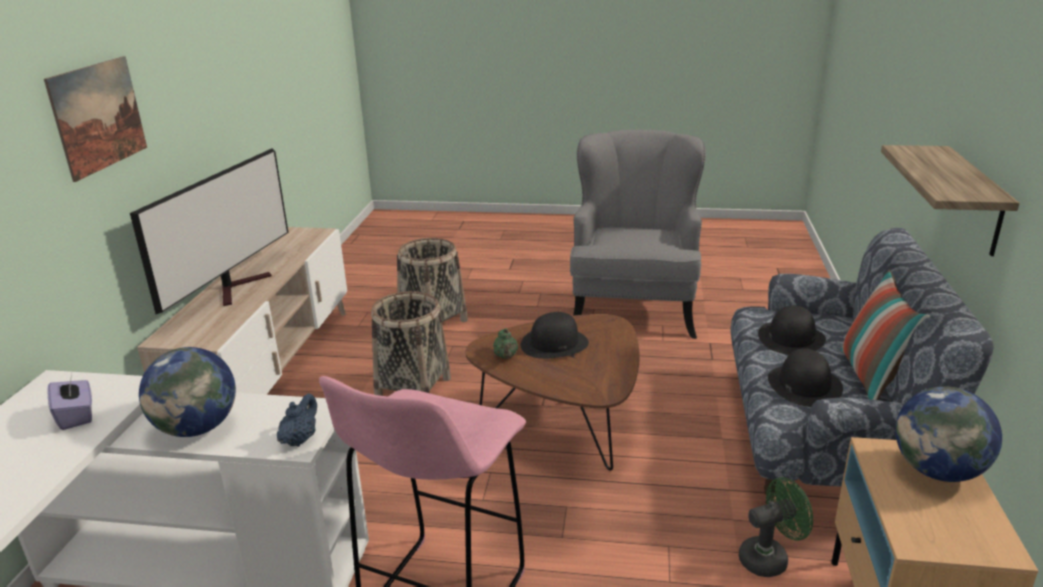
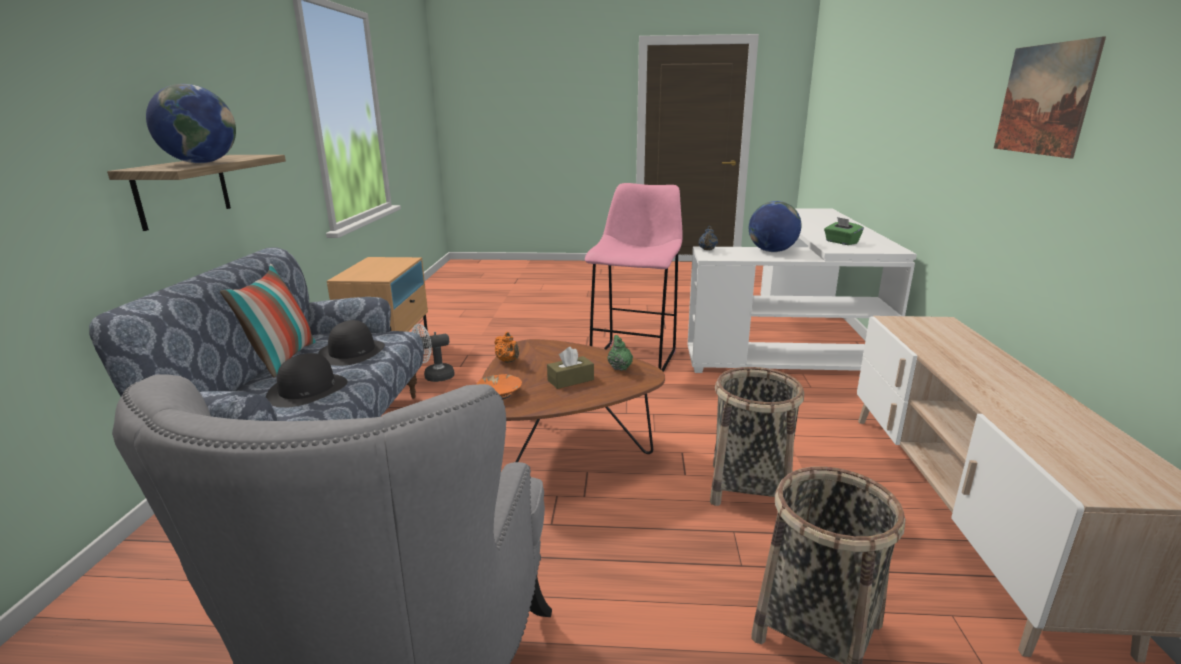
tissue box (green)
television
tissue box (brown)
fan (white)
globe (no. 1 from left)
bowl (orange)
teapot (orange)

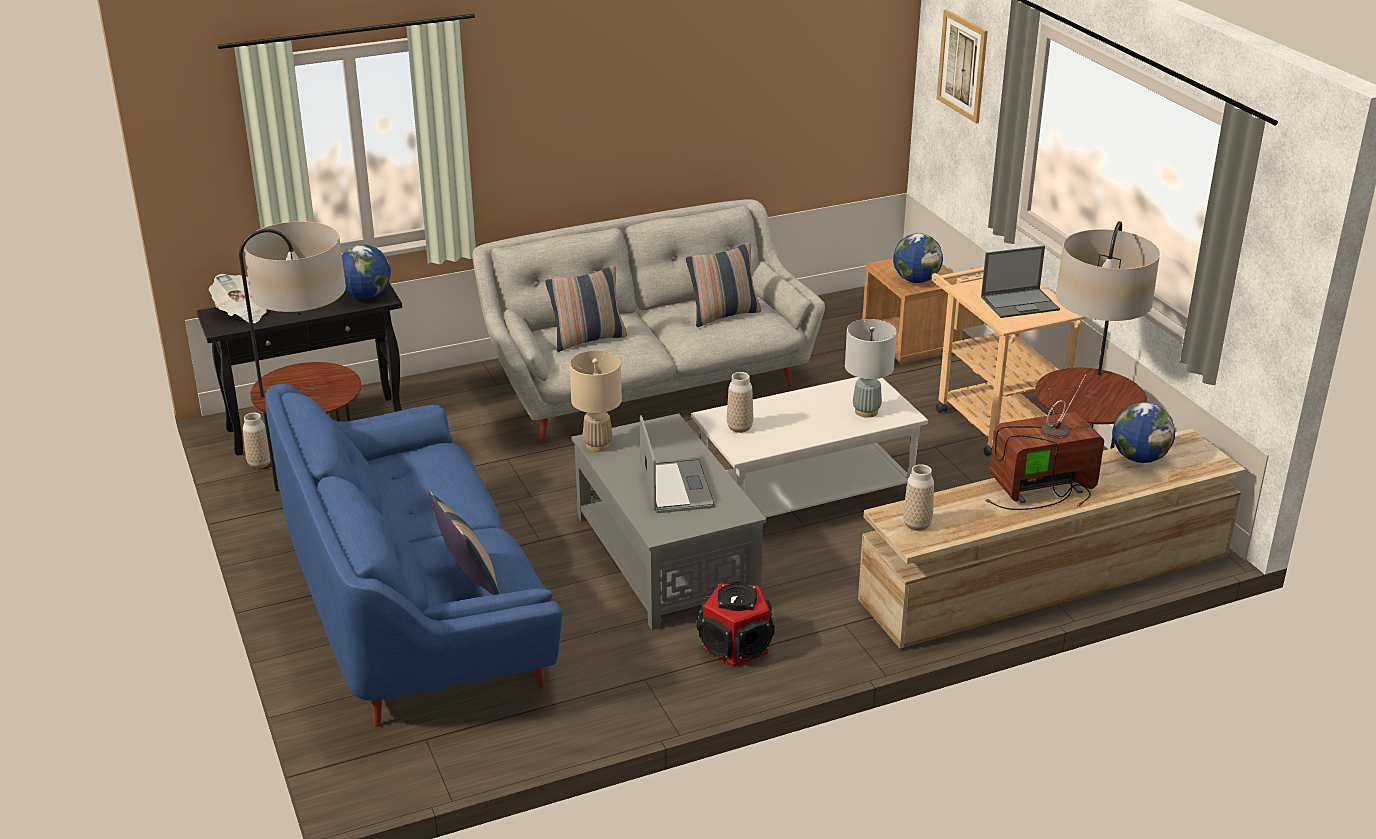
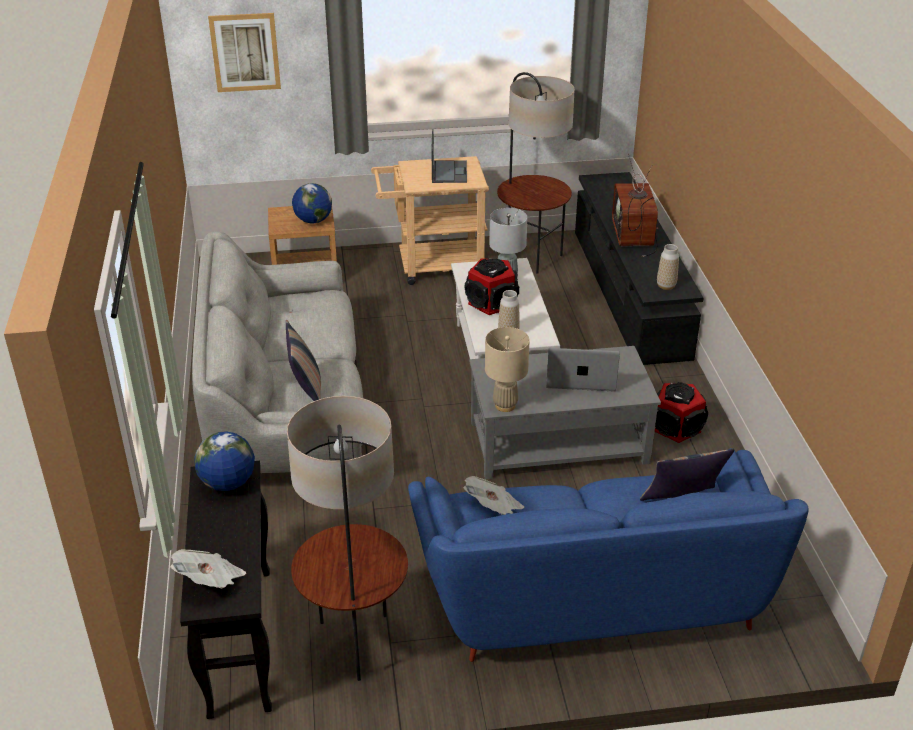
vase (no. 1 from left in the first image)
pillow (no. 3 from left in the first image)
tv stand (black)
globe (no. 3 from left in the first image)
newspaper (no. 2 from left)
speaker (no. 1 from left)

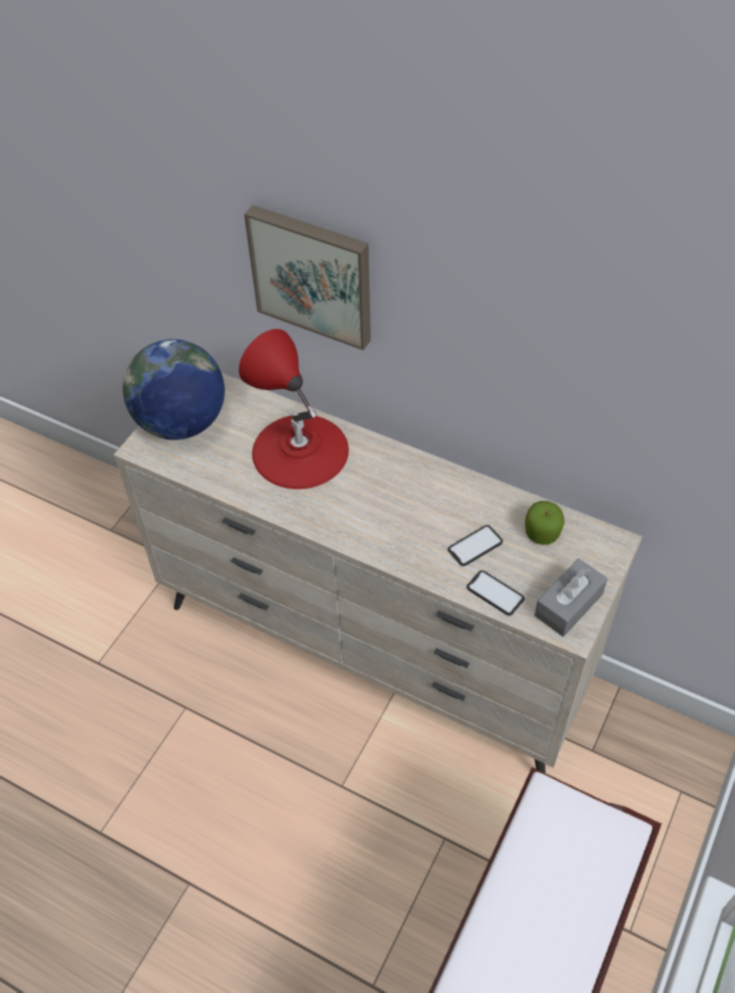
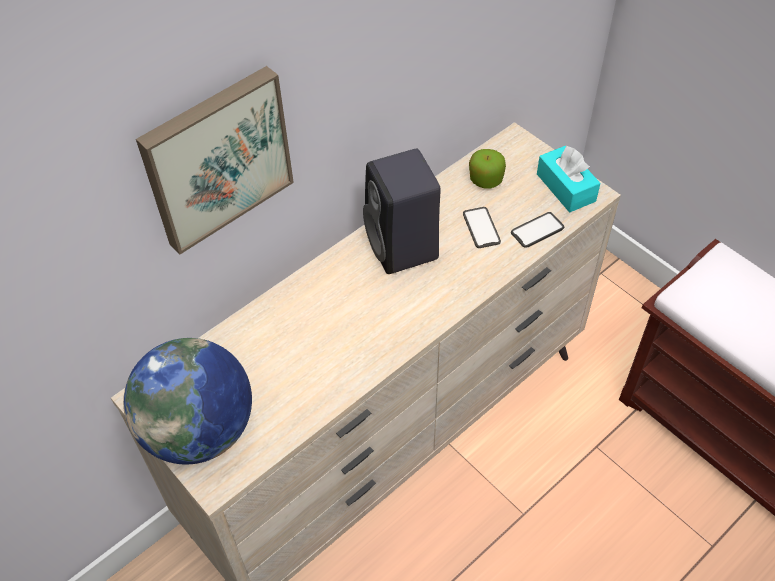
table lamp (red)
tissue box (turquoise)
speaker (black)

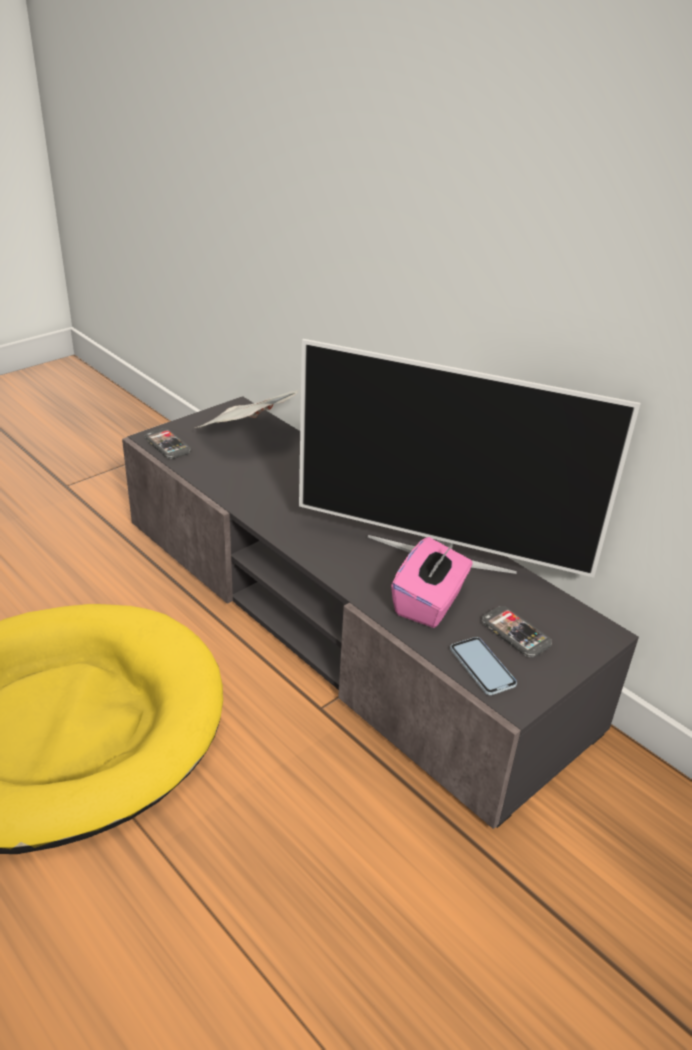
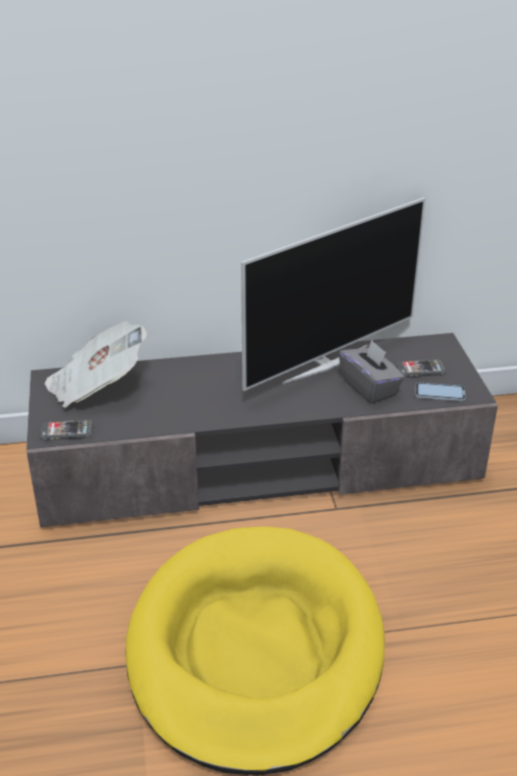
tissue box (grey)

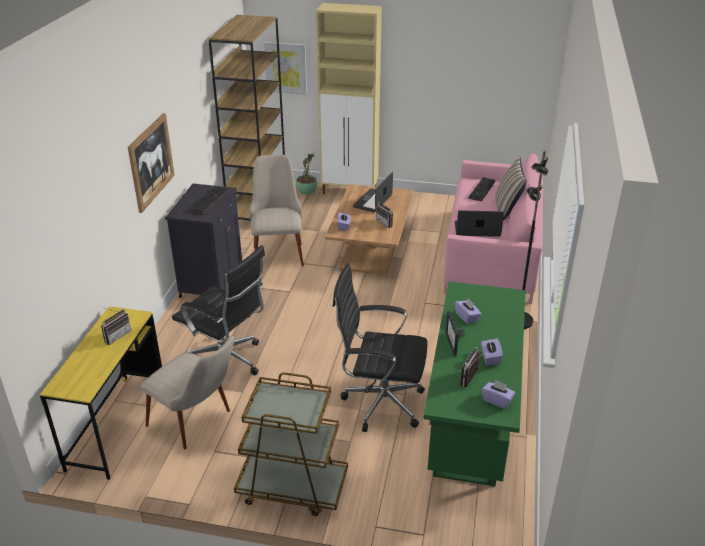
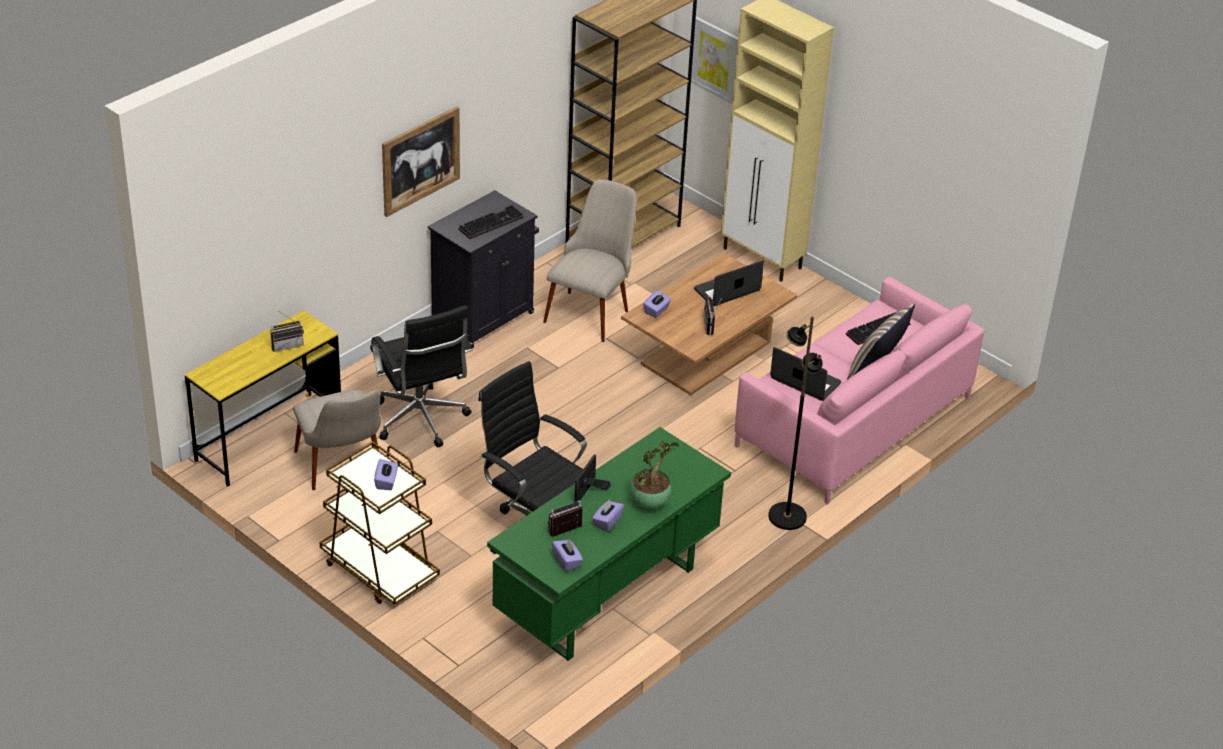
potted plant
tissue box (purple) (no. 1 from left)

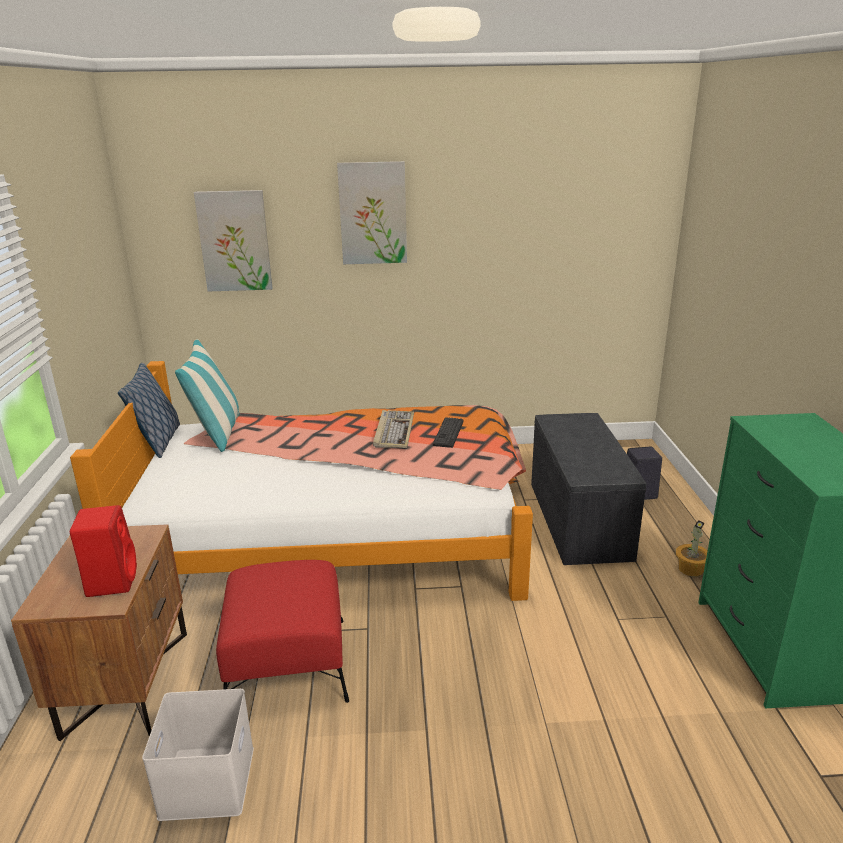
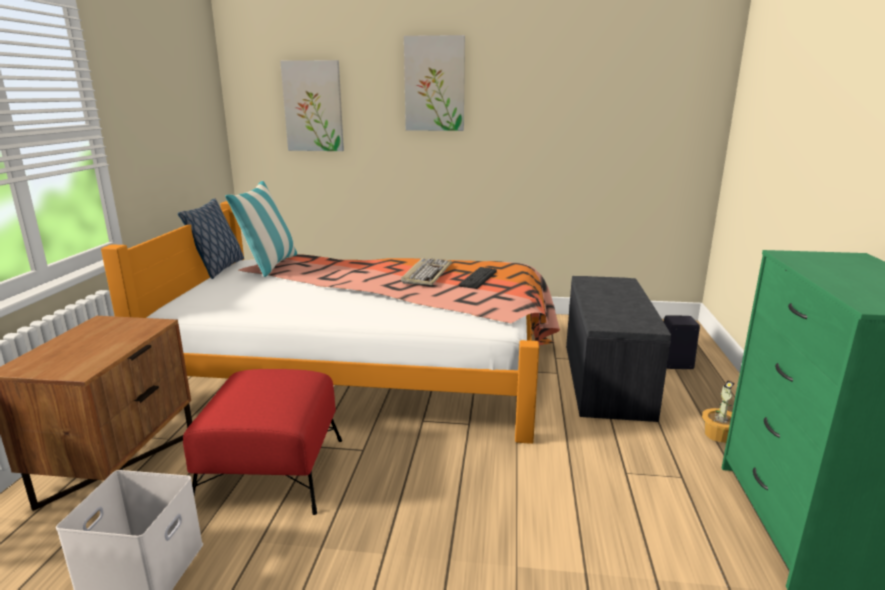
speaker (red)

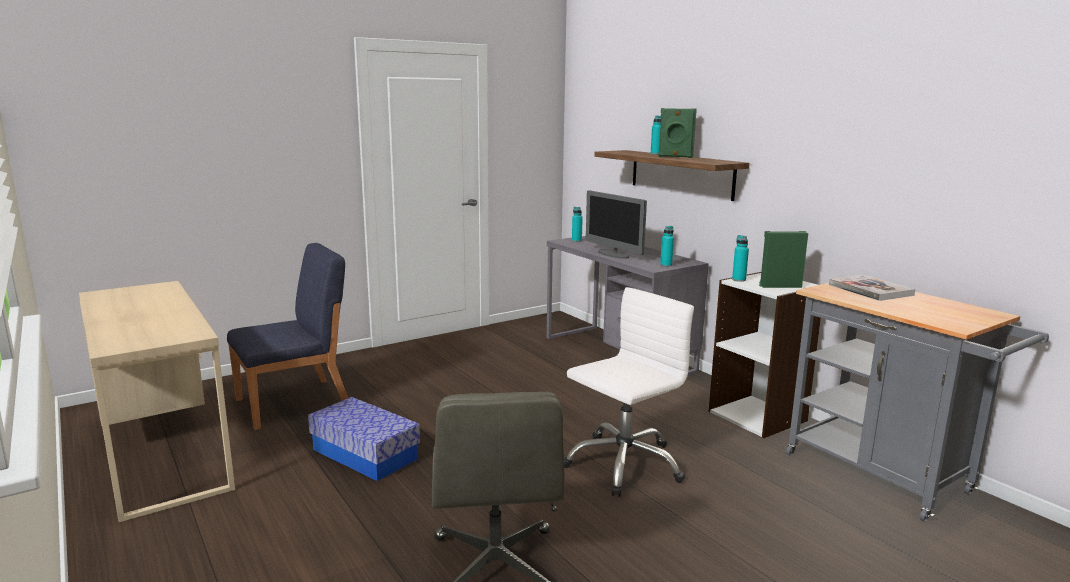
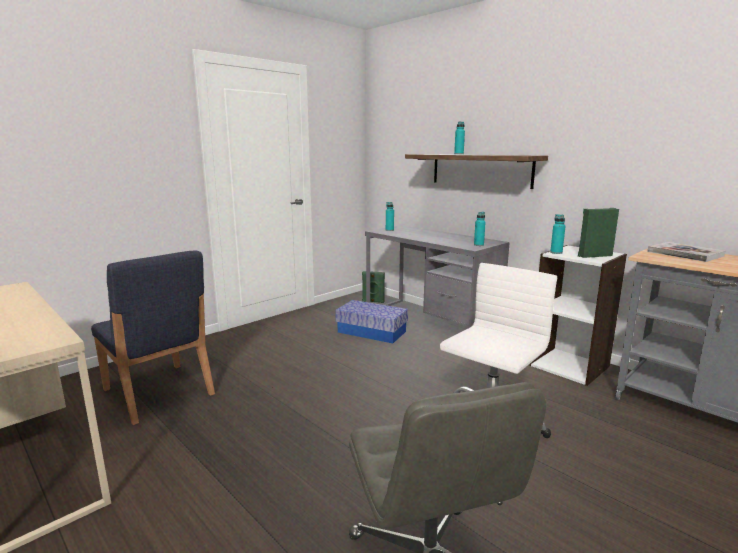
chair (blue)
storage box
monitor
speaker (green) (no. 1 from left)

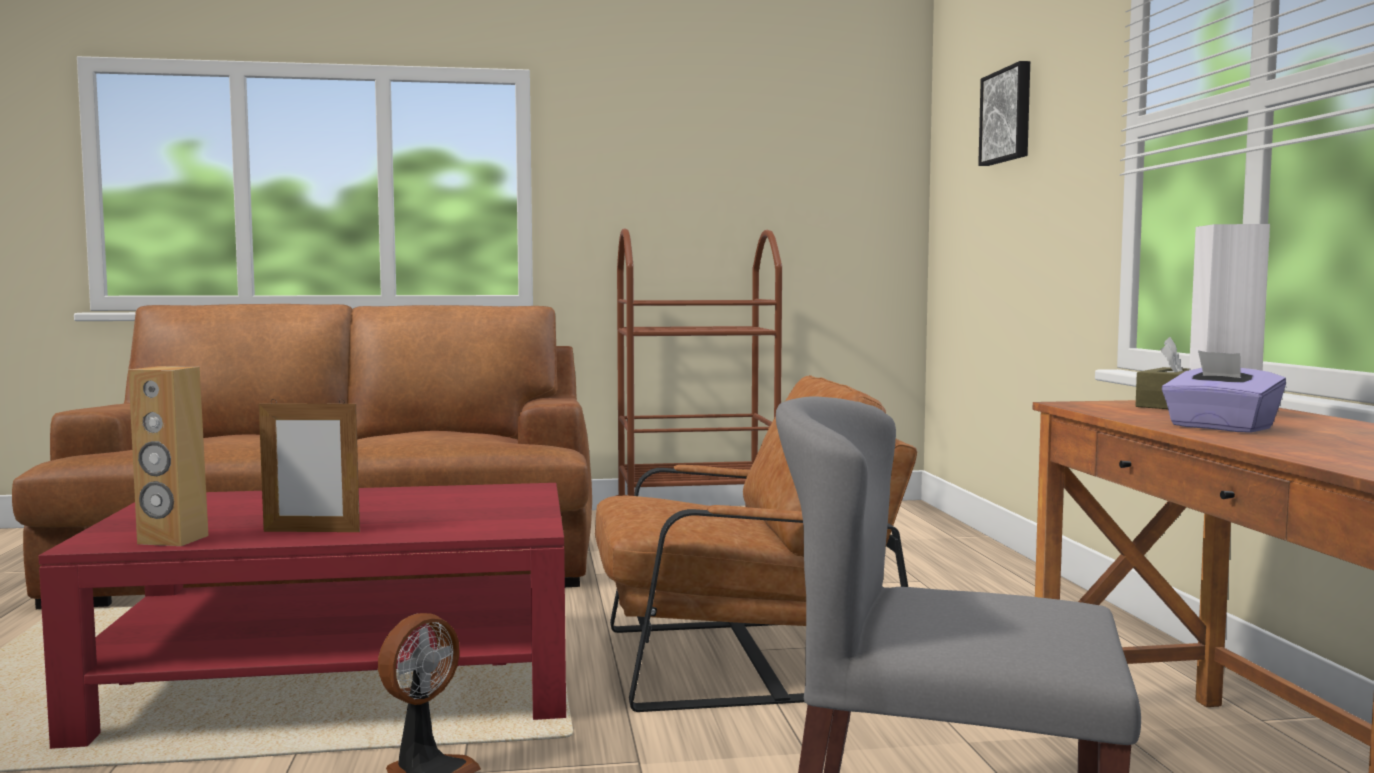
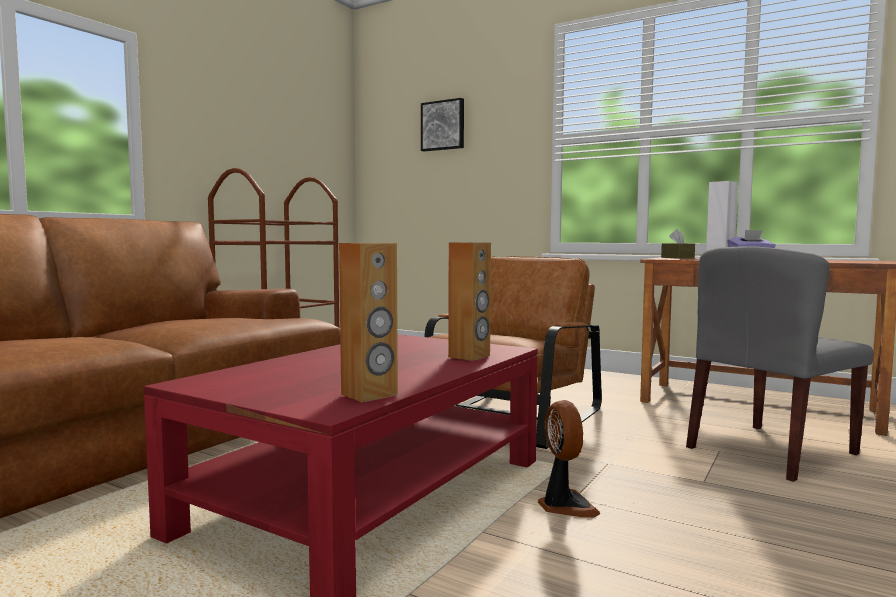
picture frame
speaker (brown) (no. 2 from left)

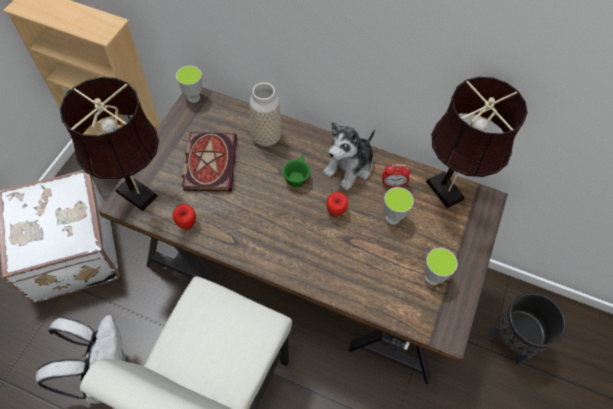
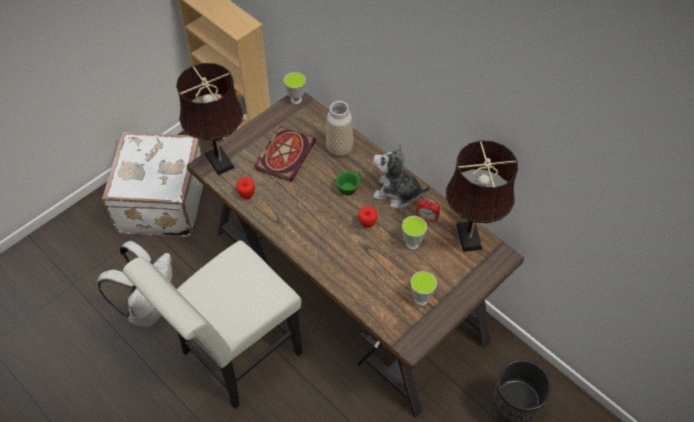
plush toy

